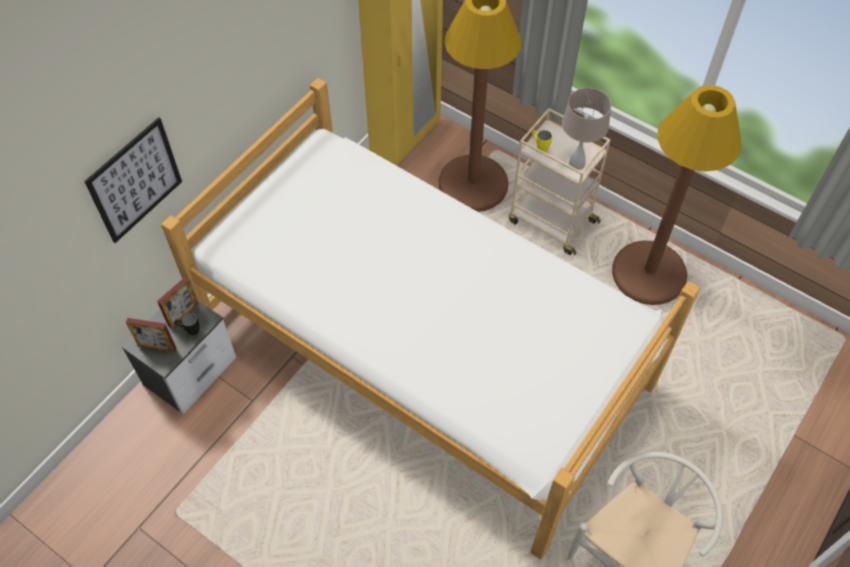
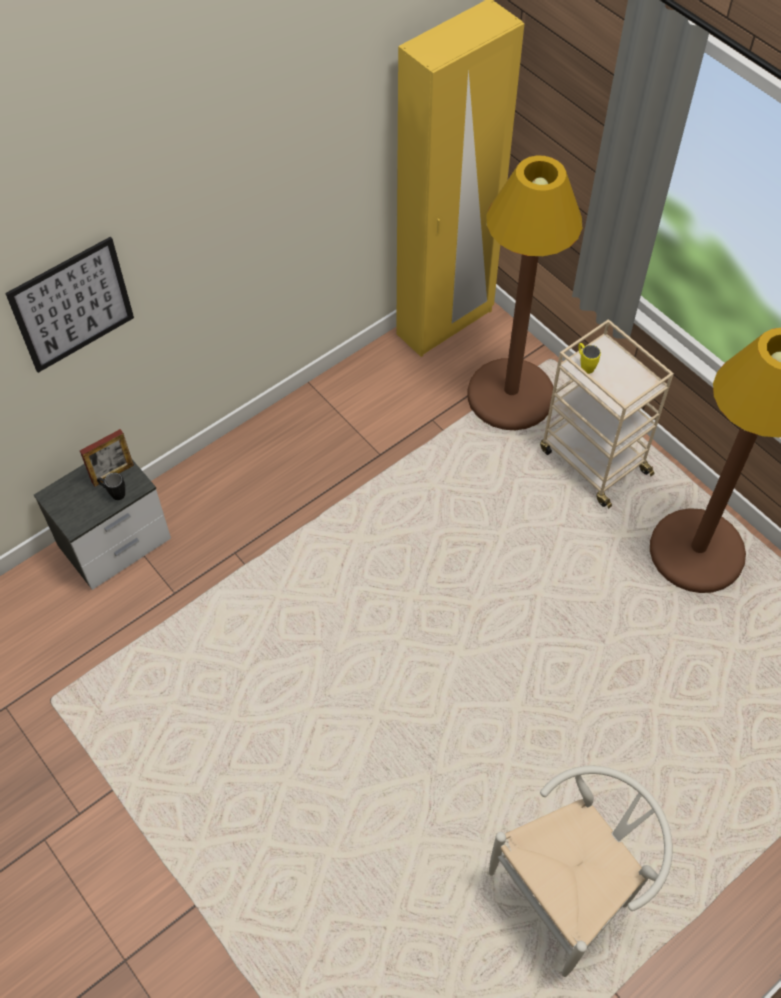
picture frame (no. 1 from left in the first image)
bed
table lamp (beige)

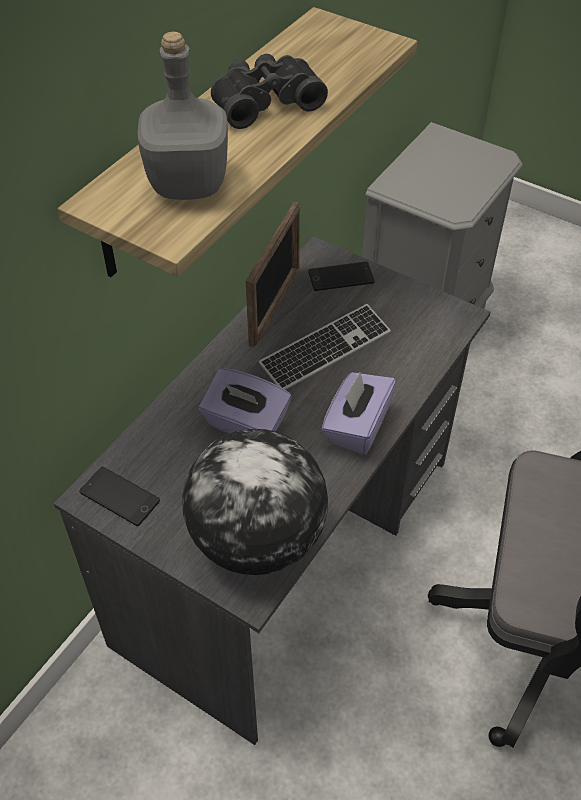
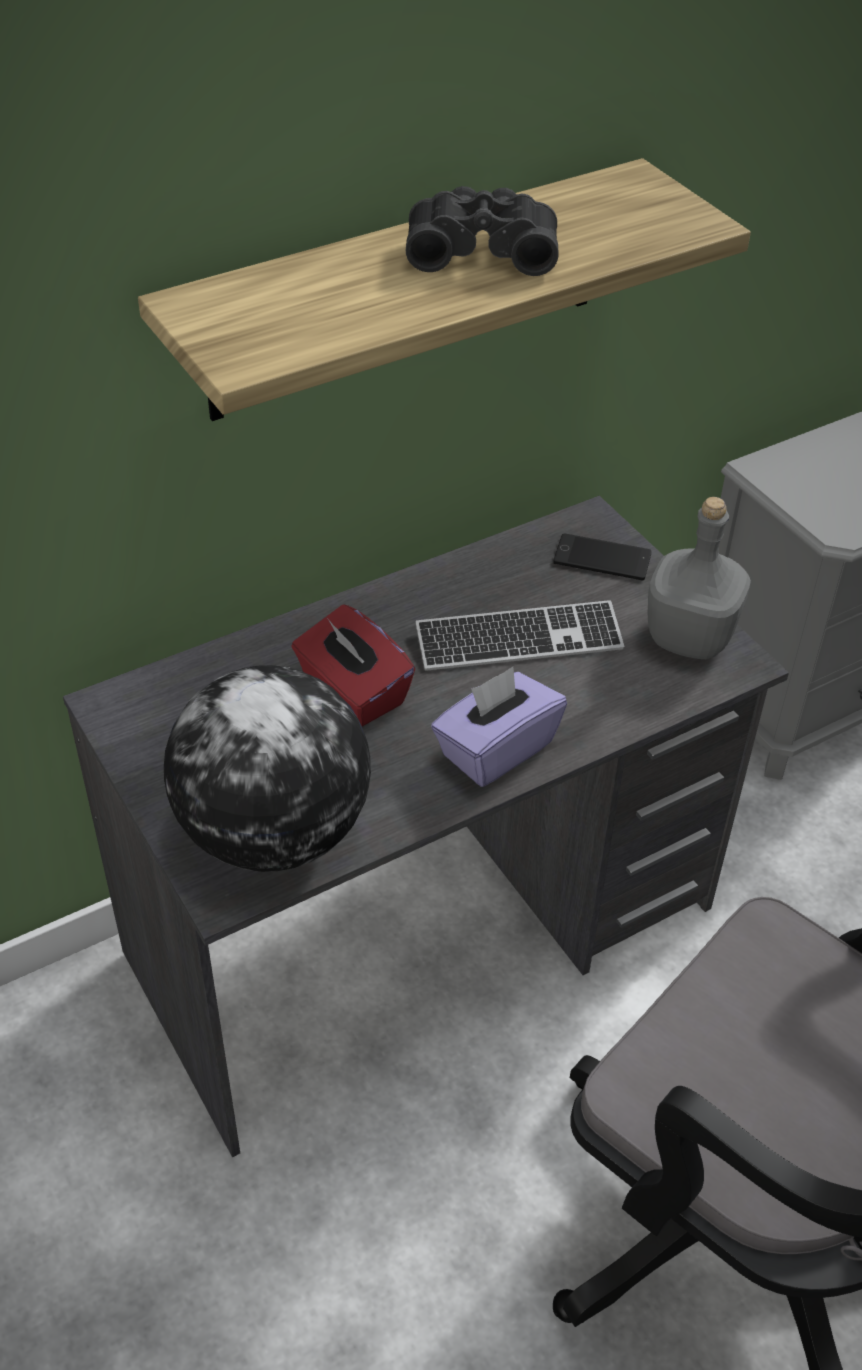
phone (no. 1 from left in the first image)
bottle (grey)
tissue box (red)
picture frame

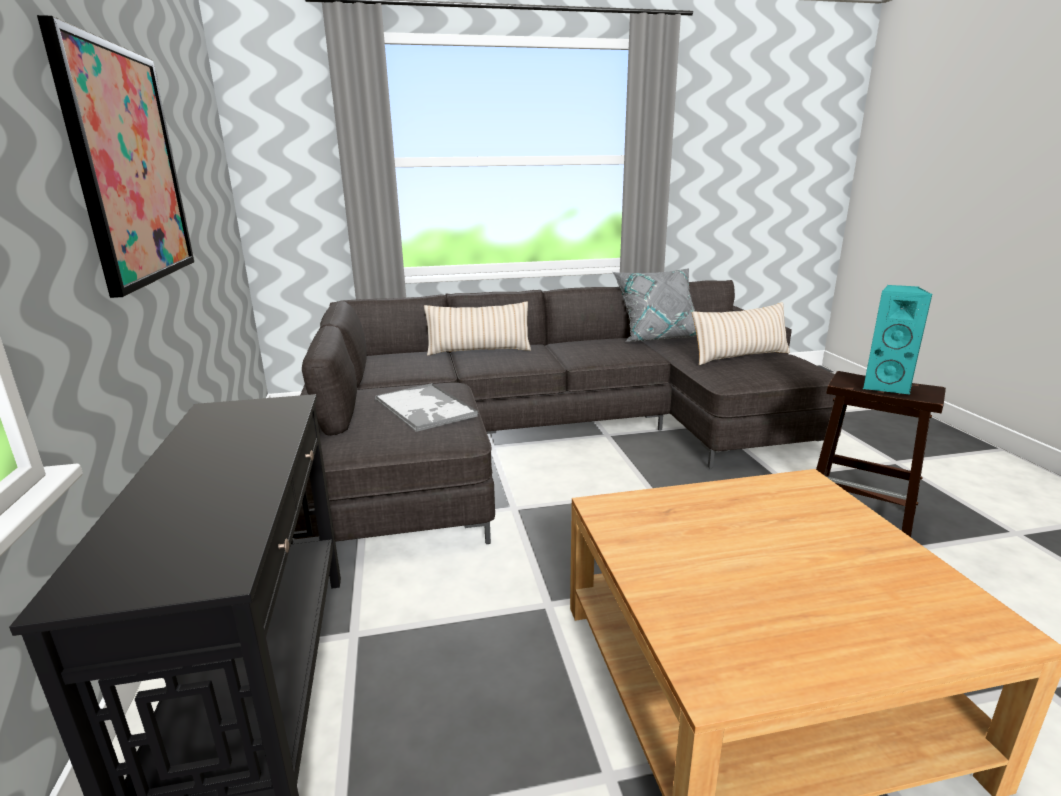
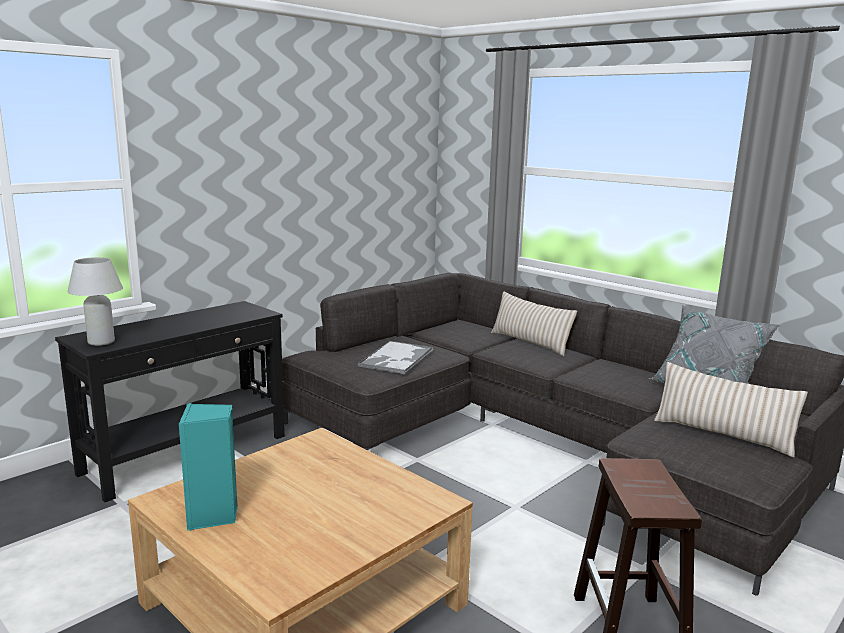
picture
speaker (turquoise)
table lamp (white)

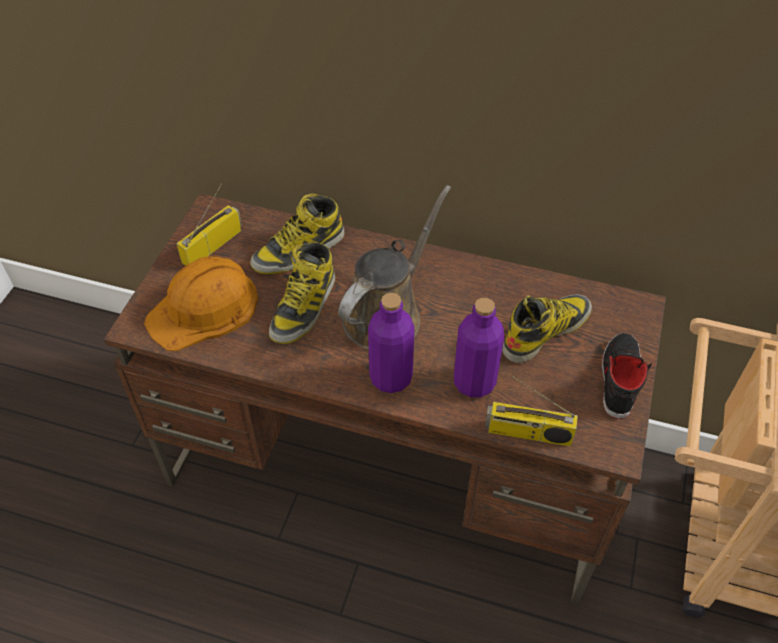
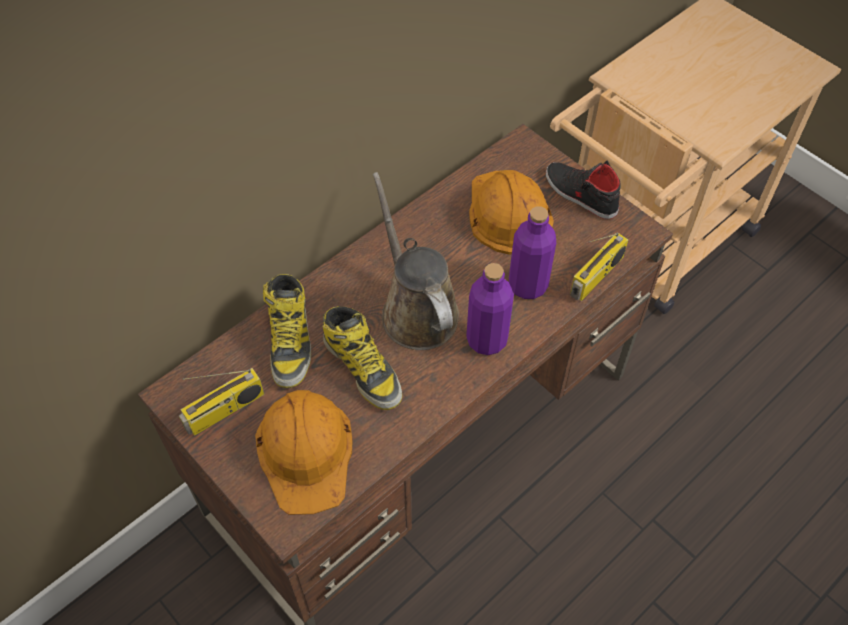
radio (no. 1 from left)
hard hat (orange) (no. 2 from left)

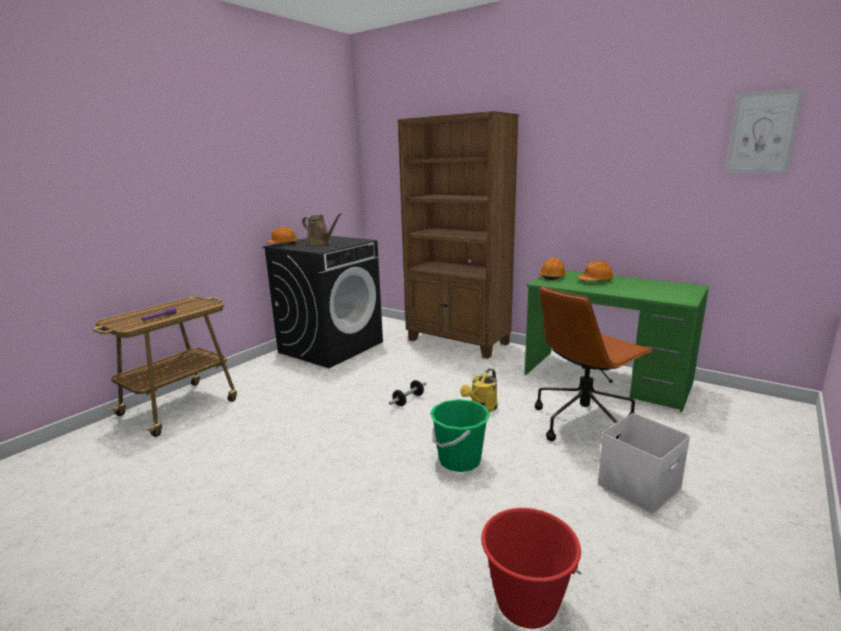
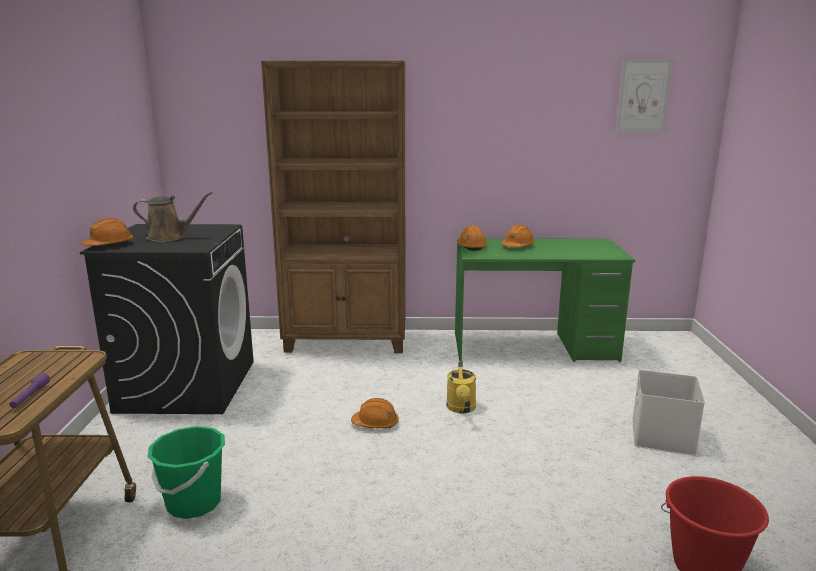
hard hat (orange) (no. 2 from left)
bucket (green)
office chair (brown)

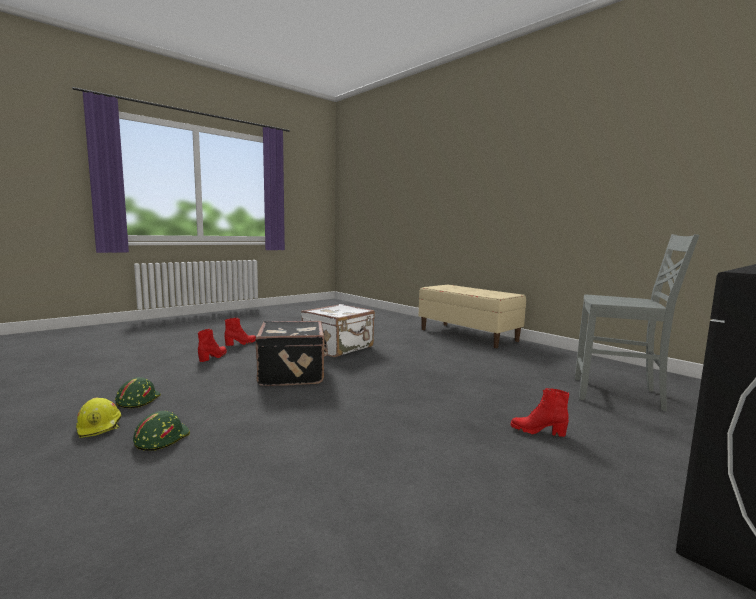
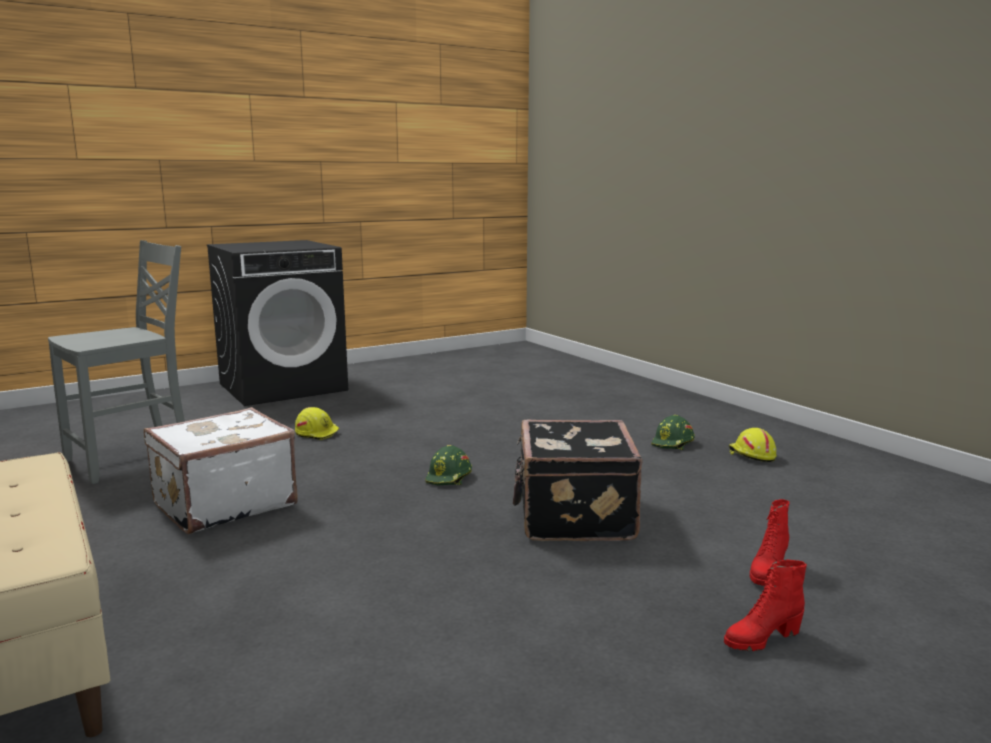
hard hat (green) (no. 1 from left)
suitcase (white)
hard hat (yellow) (no. 1 from left)
chair (grey)

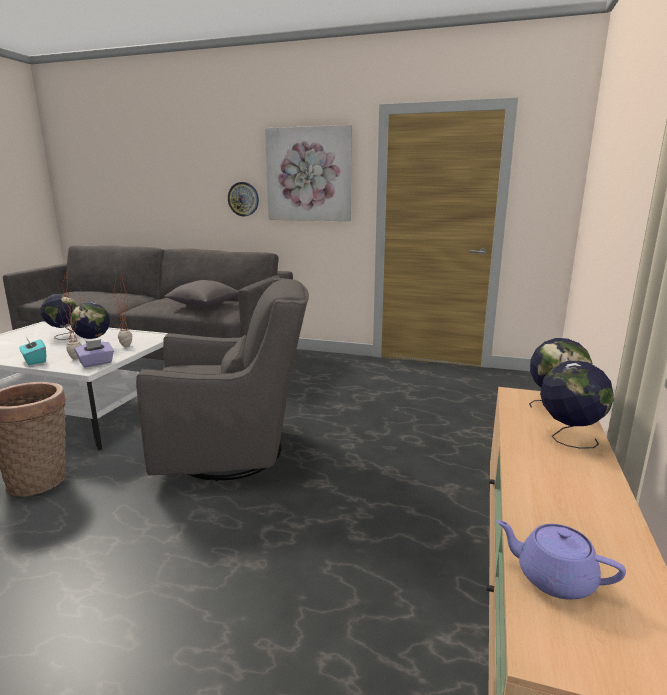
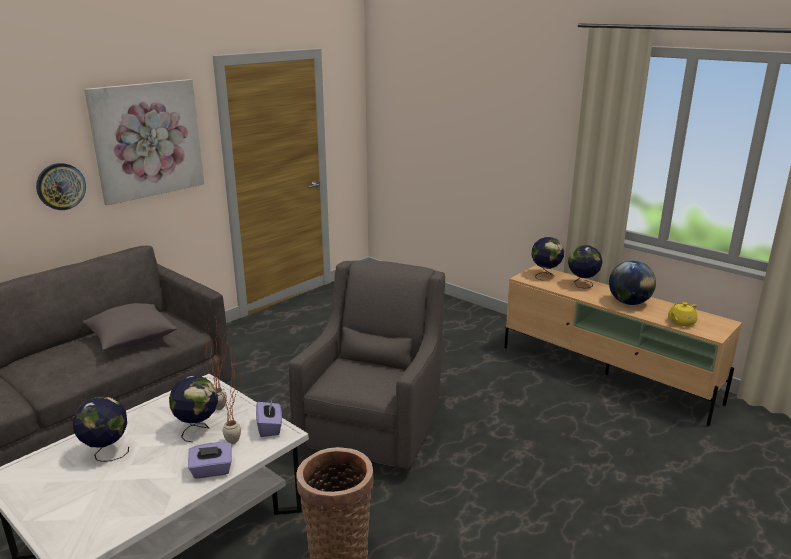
tissue box (purple) (no. 1 from left)
teapot (yellow)
globe (no. 5 from left)

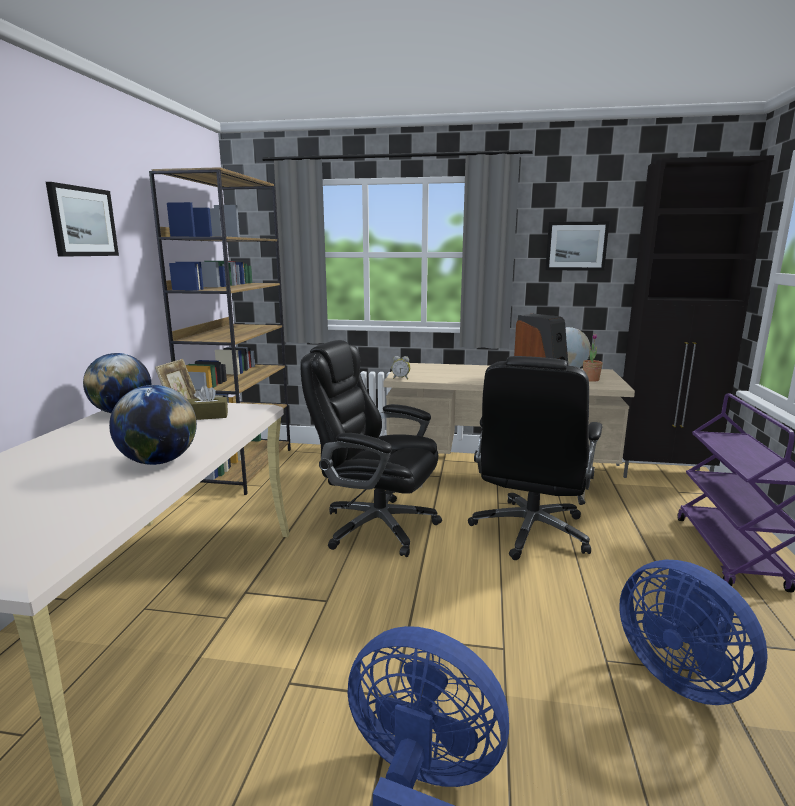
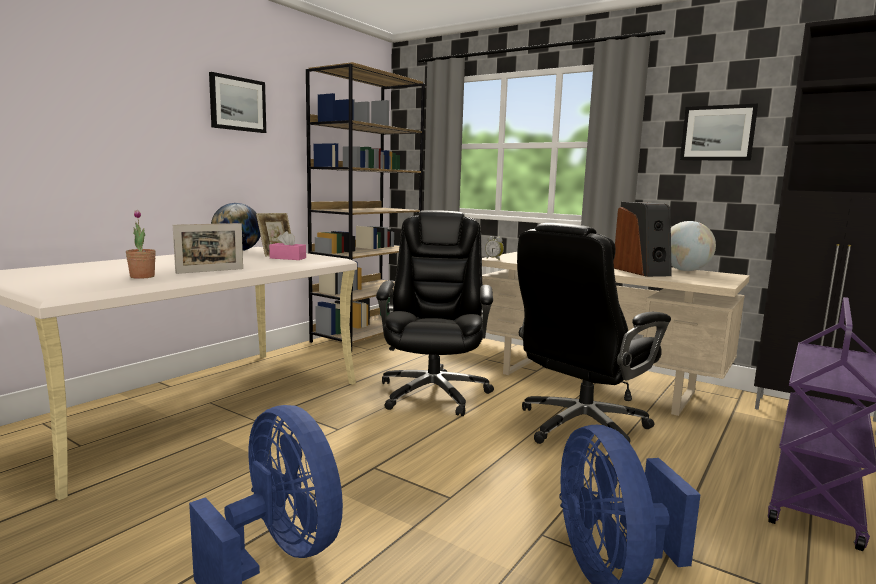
picture frame (no. 1 from left)
tissue box (pink)
office chair (black) (no. 1 from left)
potted plant

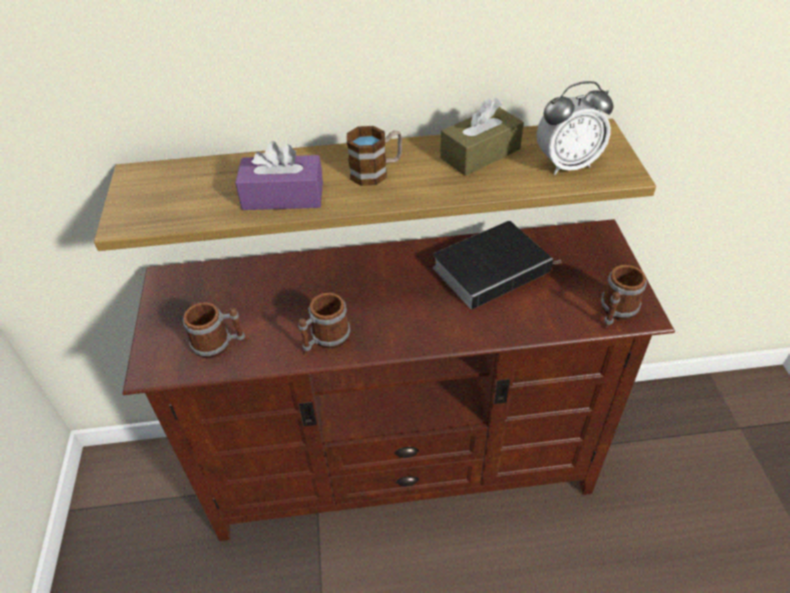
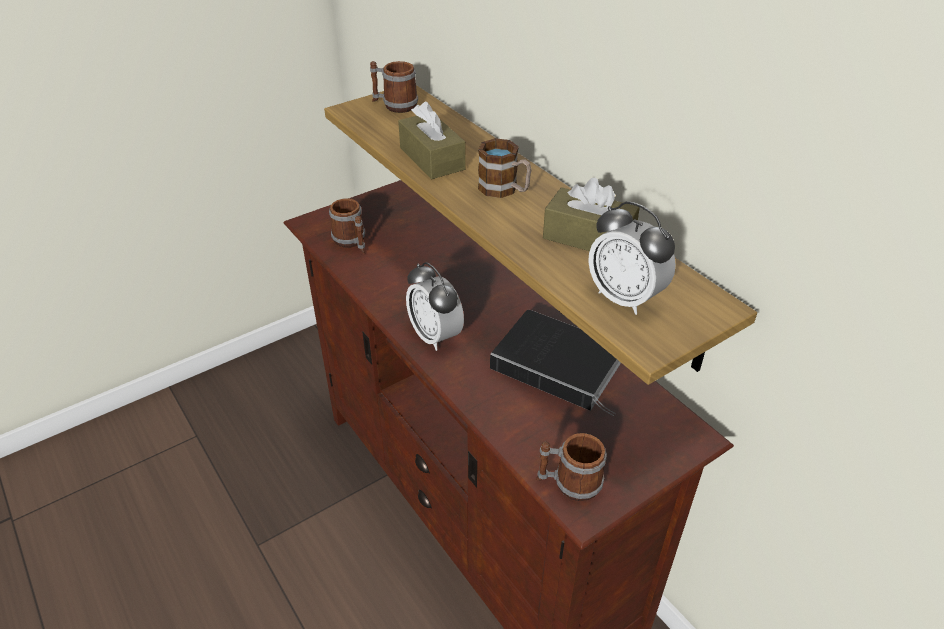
tissue box (brown) (no. 1 from left)
mug (no. 2 from left)
alarm clock (no. 1 from left)

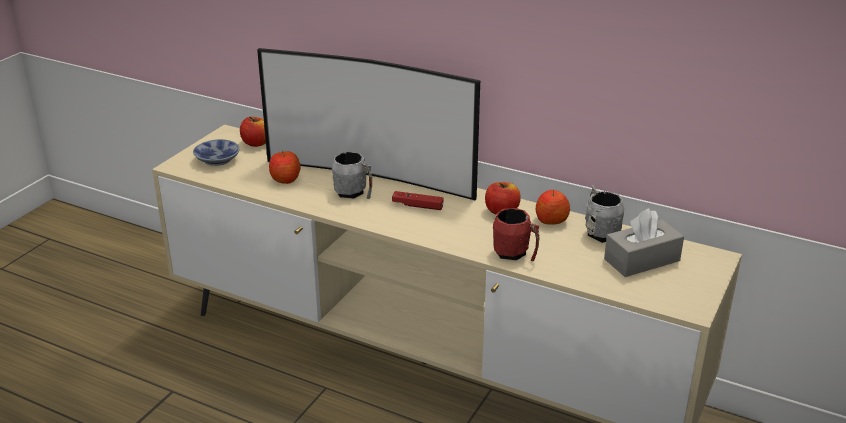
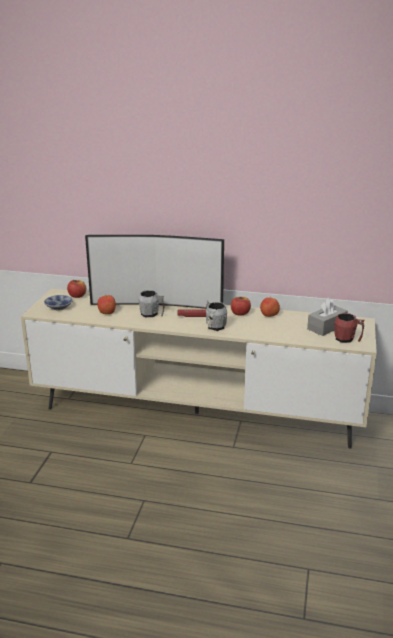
mug (red)
mug (grey) (no. 2 from left)

